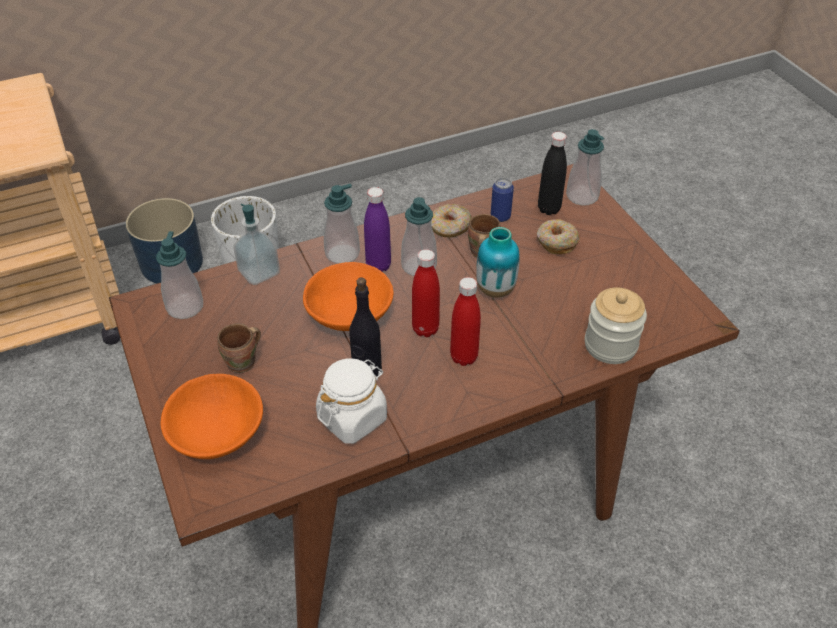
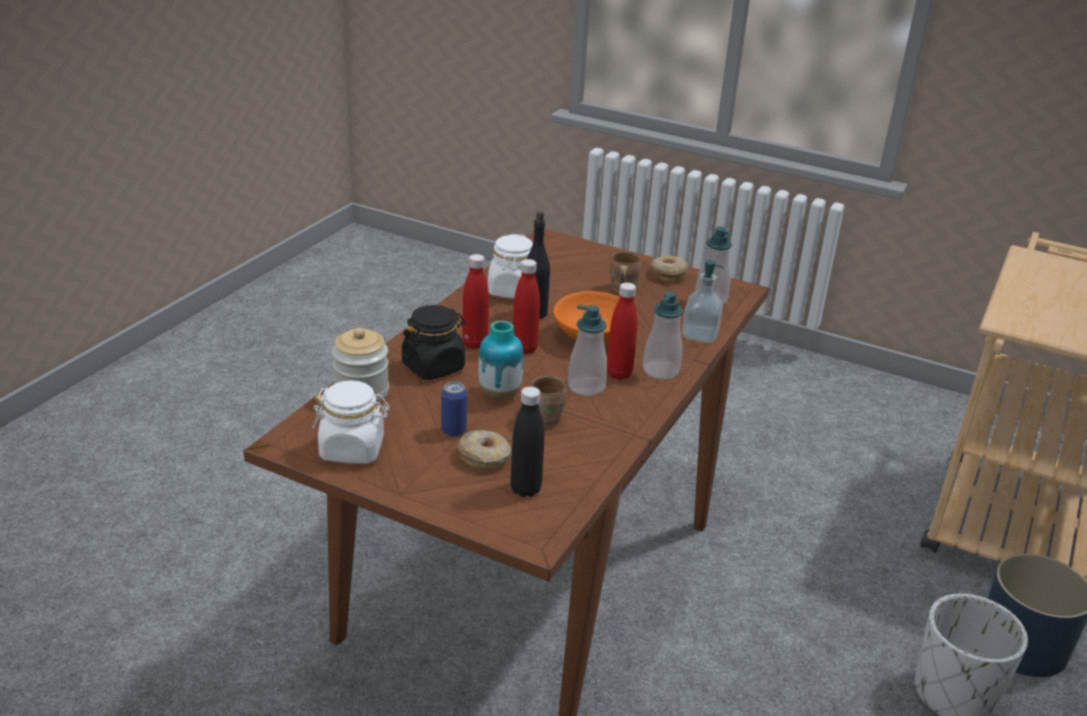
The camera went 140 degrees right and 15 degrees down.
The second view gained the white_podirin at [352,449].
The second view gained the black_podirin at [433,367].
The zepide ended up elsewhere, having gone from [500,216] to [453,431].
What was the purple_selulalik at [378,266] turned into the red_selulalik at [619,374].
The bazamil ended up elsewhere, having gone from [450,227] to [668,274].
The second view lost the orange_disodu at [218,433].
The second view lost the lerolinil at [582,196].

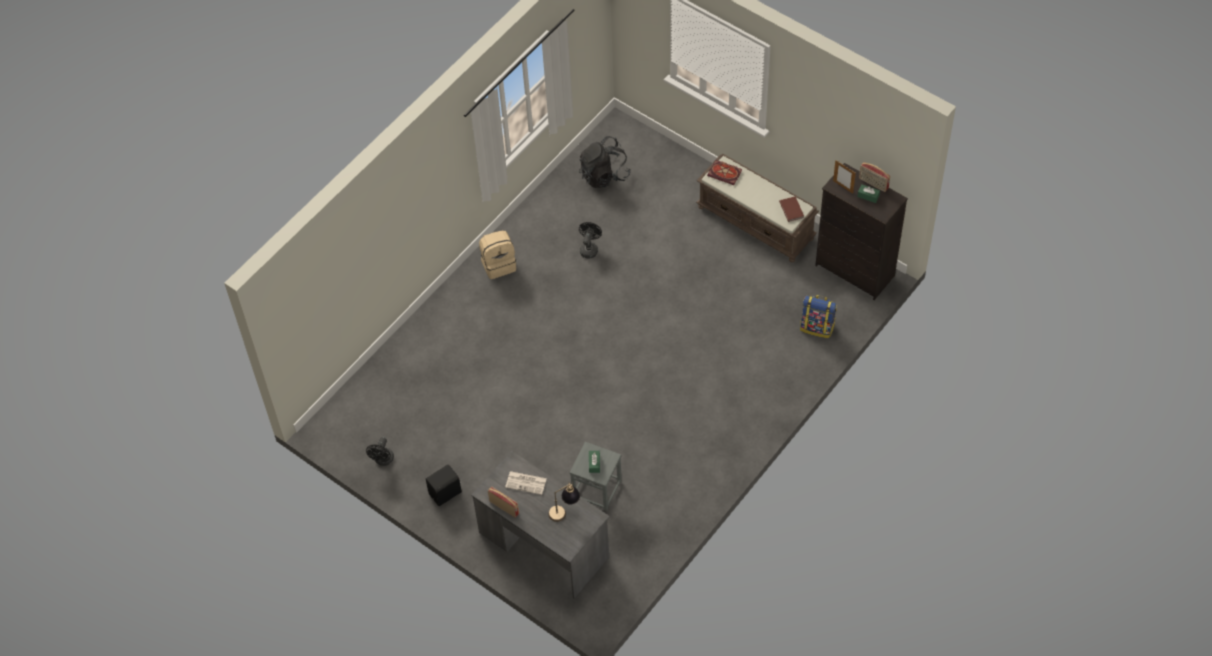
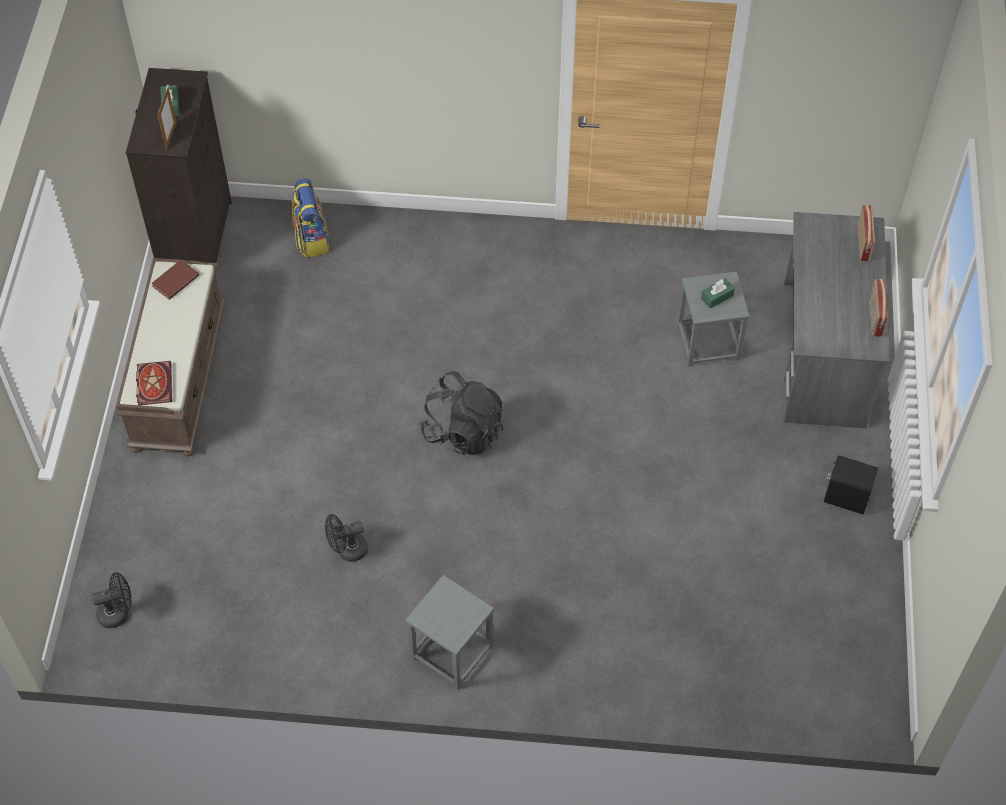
The camera went 125 degrees left and 0 degrees up.
The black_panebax ended up elsewhere, having gone from [383,460] to [118,613].
Where the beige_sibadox stood at [498,264], the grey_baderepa came to stand at [451,652].
The black_sibadox ended up elsewhere, having gone from [604,175] to [463,431].
The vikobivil ended up elsewhere, having gone from [873,184] to [863,243].
The second view lost the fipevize at [526,483].
The second view lost the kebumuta at [564,511].

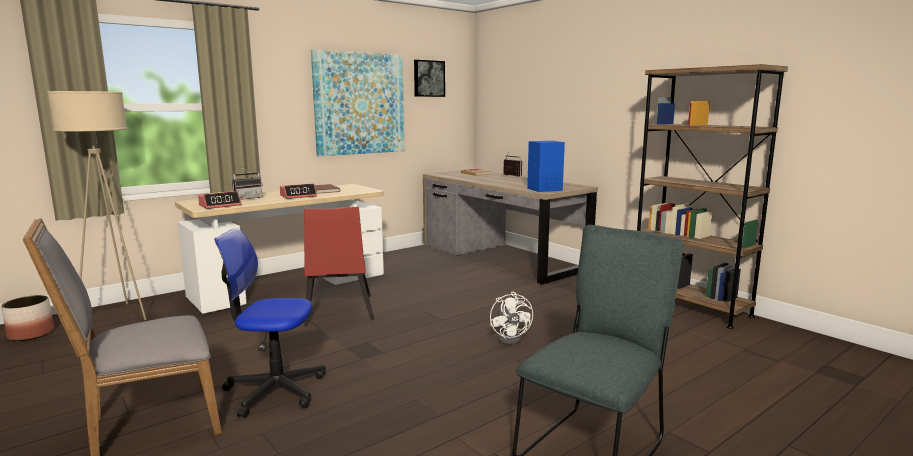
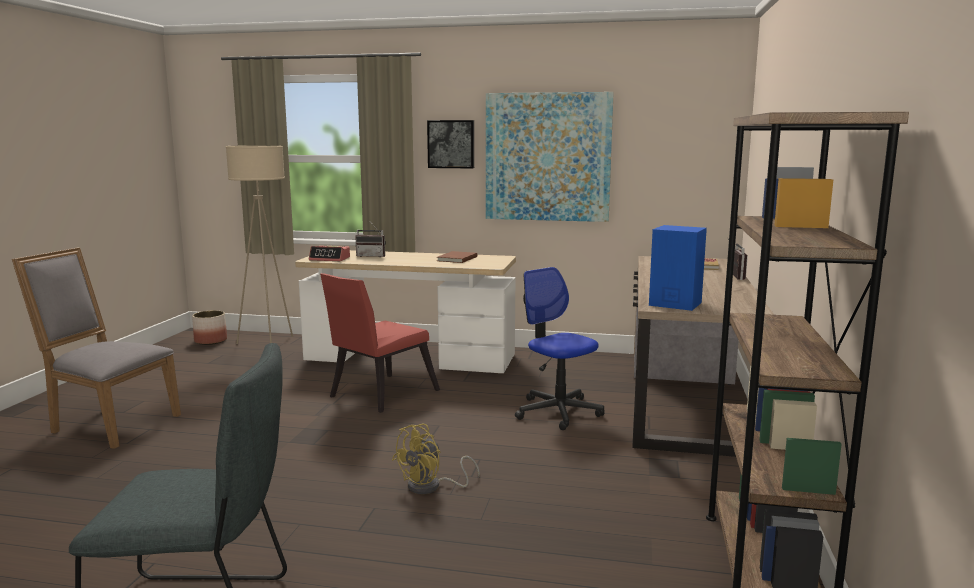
The camera went 50 degrees right and 0 degrees up.
What was the white_panebax at [512,338] turned into the yellow_panebax at [431,487].
The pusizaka ended up elsewhere, having gone from [428,78] to [451,144].
The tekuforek ended up elsewhere, having gone from [275,390] to [558,412].
The second view lost the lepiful at [298,196].

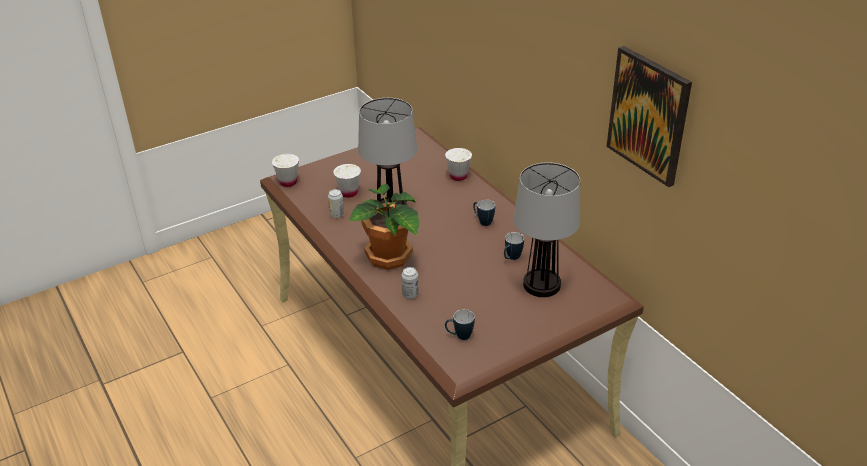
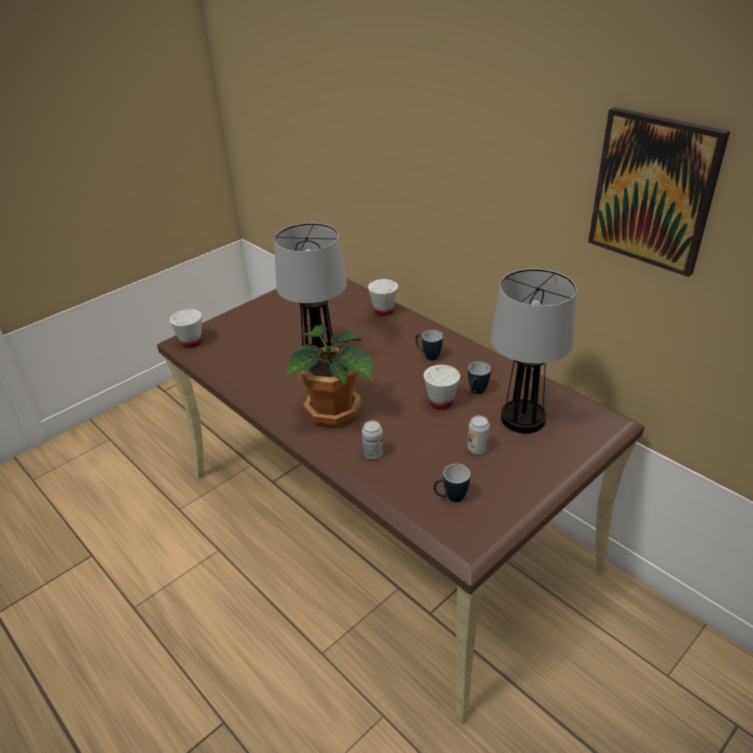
The camera went 10 degrees left and 0 degrees up.
The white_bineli ended up elsewhere, having gone from [349,193] to [441,402].
The zepide ended up elsewhere, having gone from [337,214] to [477,449].

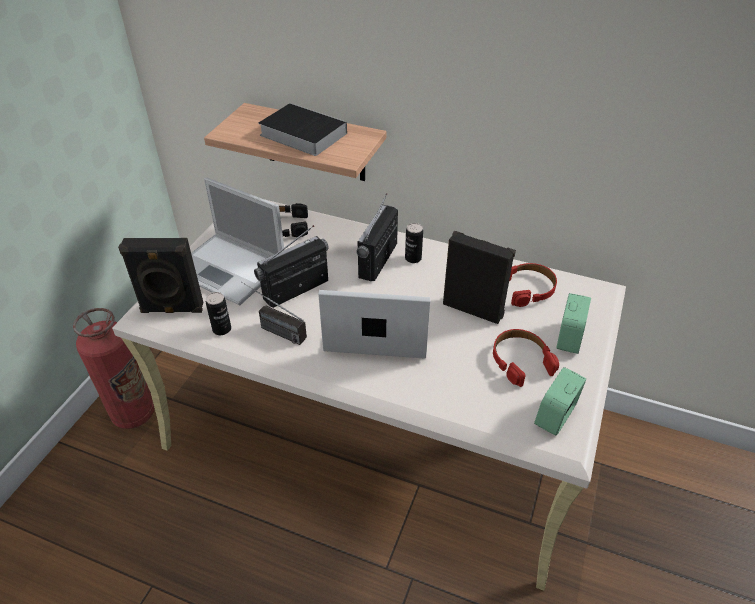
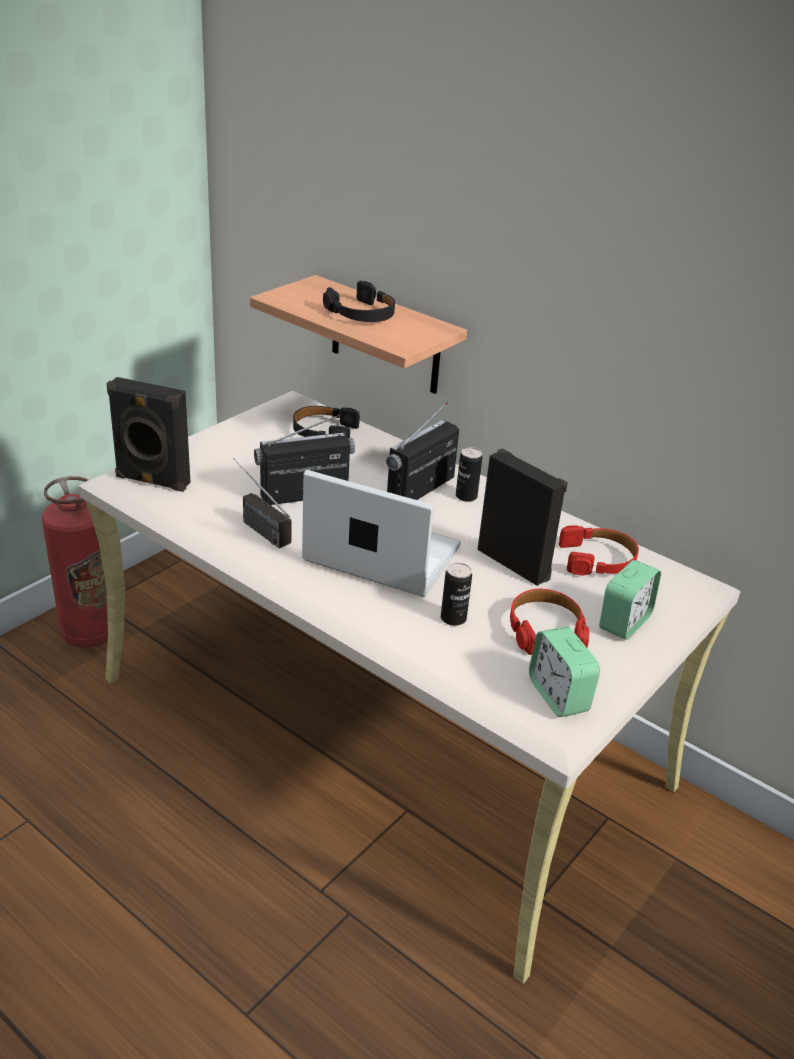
The camera went 15 degrees right and 10 degrees down.
Where the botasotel stood at [300,134], the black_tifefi came to stand at [362,313].
The zepide ended up elsewhere, having gone from [222,329] to [453,618].
The lepiful at [555,416] ended up facing another way, 75 degrees counterclockwise from before.
The second view lost the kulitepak at [230,269].

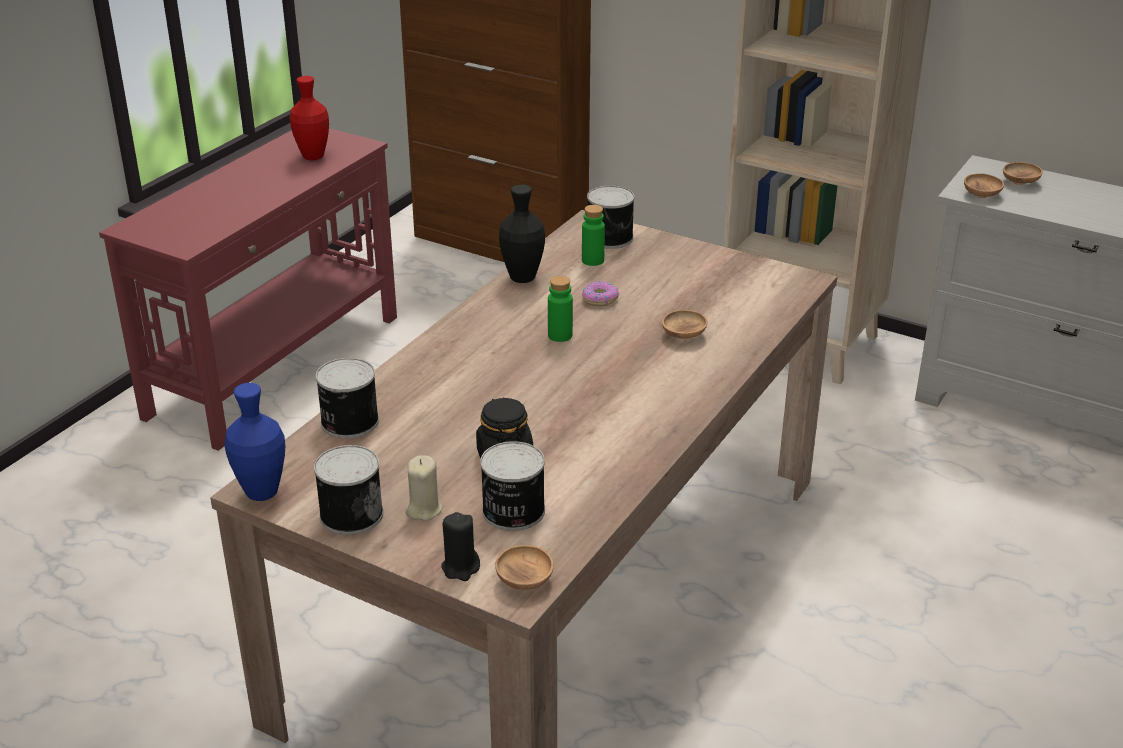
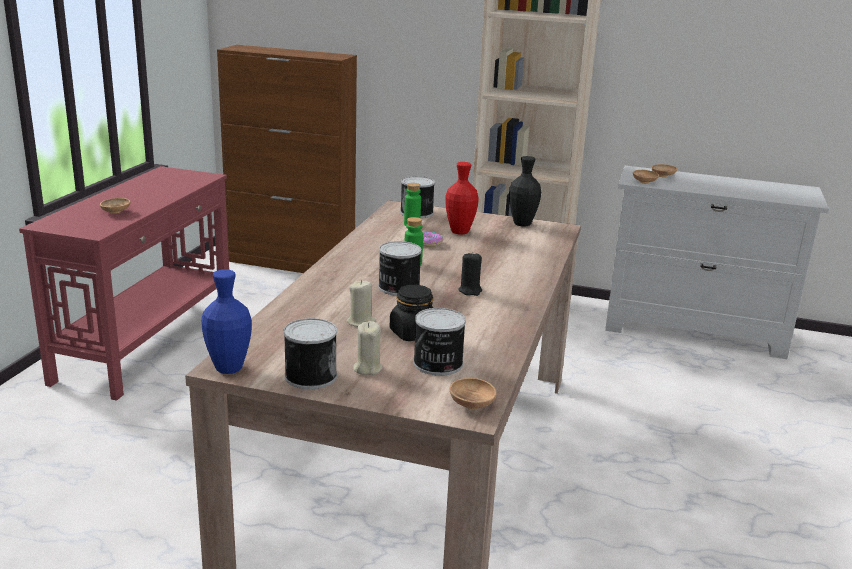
The camera went 15 degrees left and 10 degrees down.
The brown_disodu ended up elsewhere, having gone from [684,335] to [116,212].
The second view gained the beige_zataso at [361,322].
The zepide ended up elsewhere, having gone from [348,422] to [397,287].
The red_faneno ended up elsewhere, having gone from [313,157] to [459,232].
The black_zataso ended up elsewhere, having gone from [460,568] to [470,291].
The black_faneno ended up elsewhere, having gone from [522,278] to [522,224].

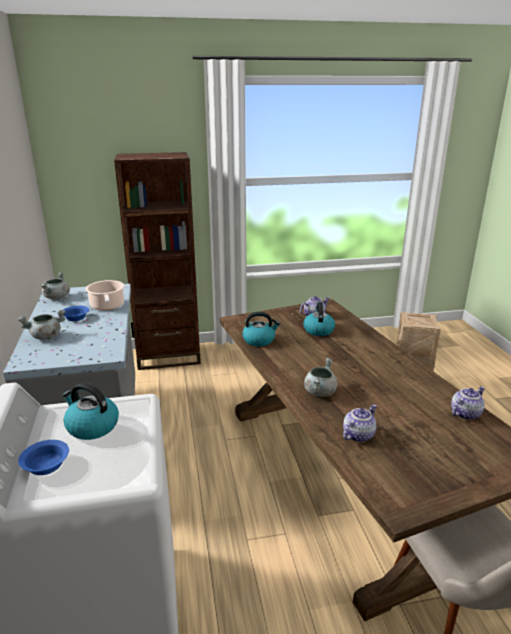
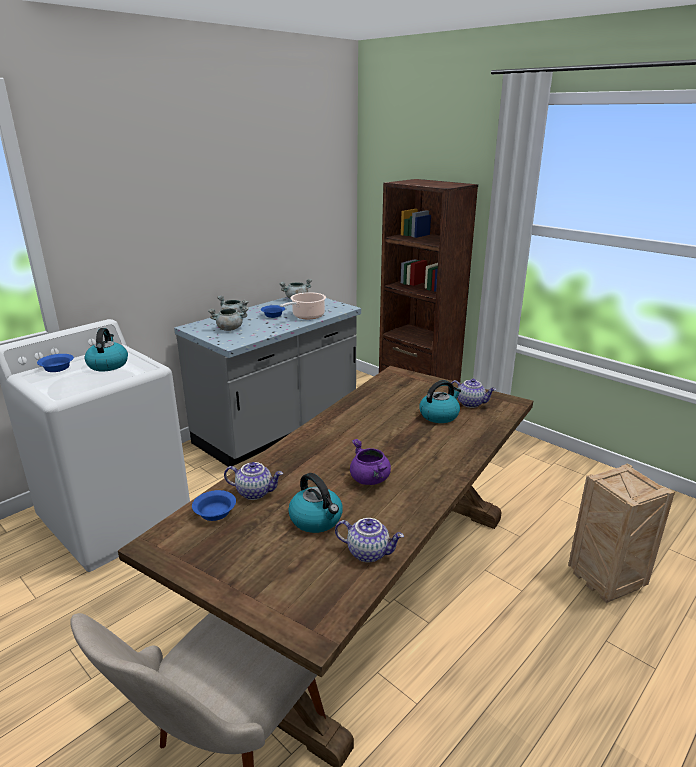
The camera went 55 degrees right and 0 degrees up.
The second view gained the blue_disodu at [214,513].
The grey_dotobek ended up elsewhere, having gone from [320,392] to [230,329].
The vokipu ended up elsewhere, having gone from [259,340] to [317,519].
The second view gained the purple_dotobek at [370,479].

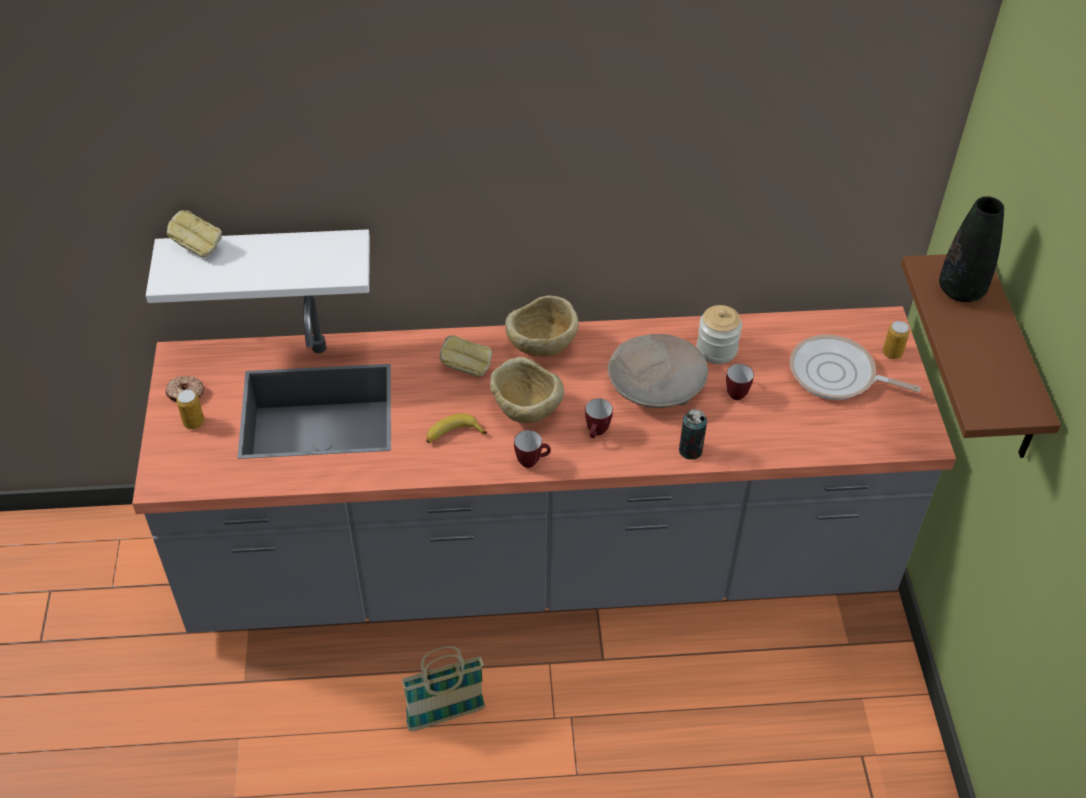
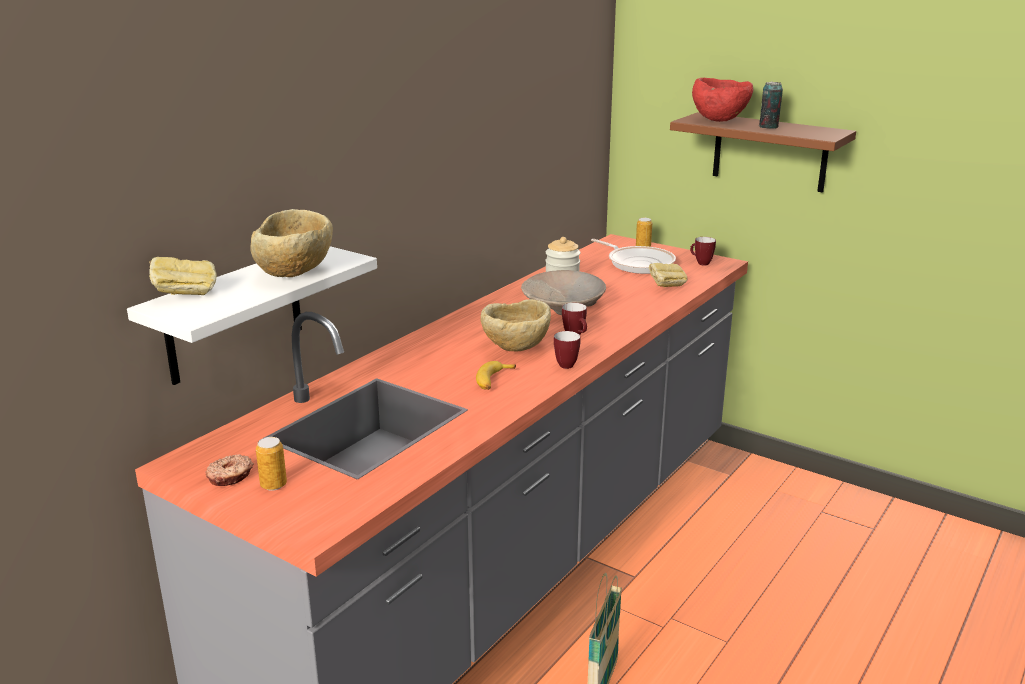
The camera went 50 degrees left and 25 degrees down.
The beige_disodu ended up elsewhere, having gone from [541,348] to [295,274].
The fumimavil at [837,375] ended up facing another way, 105 degrees counterclockwise from before.
The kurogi ended up elsewhere, having gone from [466,368] to [666,287].
The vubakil ended up elsewhere, having gone from [736,392] to [700,263].
Where the black_faneno stood at [961,291], the red_disodu came to stand at [720,120].
The zepide ended up elsewhere, having gone from [690,450] to [768,127].

